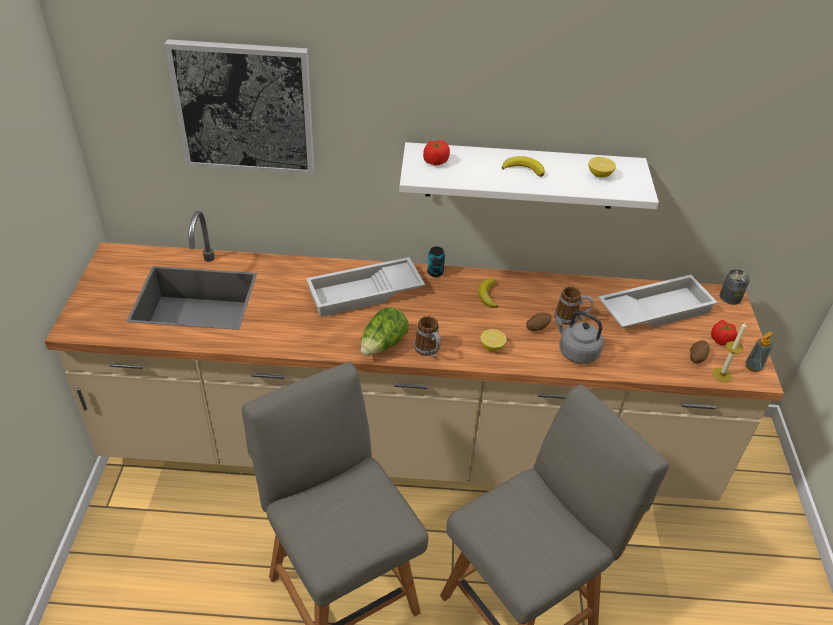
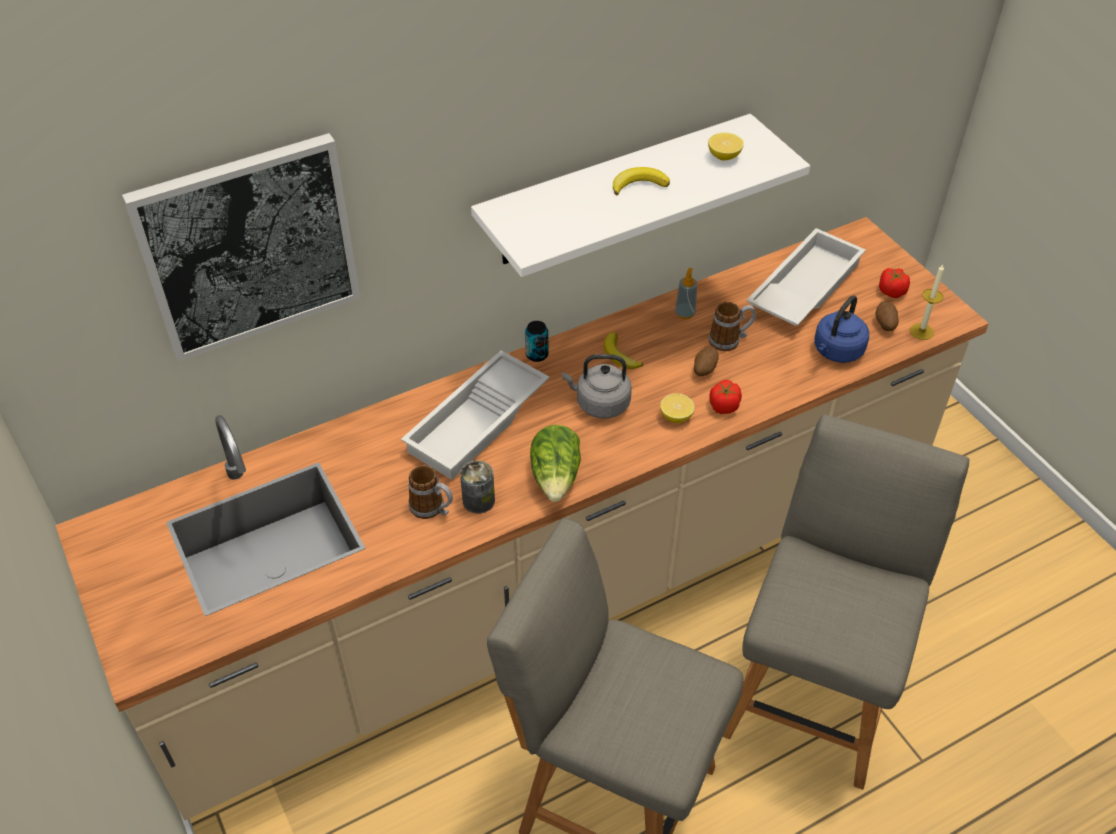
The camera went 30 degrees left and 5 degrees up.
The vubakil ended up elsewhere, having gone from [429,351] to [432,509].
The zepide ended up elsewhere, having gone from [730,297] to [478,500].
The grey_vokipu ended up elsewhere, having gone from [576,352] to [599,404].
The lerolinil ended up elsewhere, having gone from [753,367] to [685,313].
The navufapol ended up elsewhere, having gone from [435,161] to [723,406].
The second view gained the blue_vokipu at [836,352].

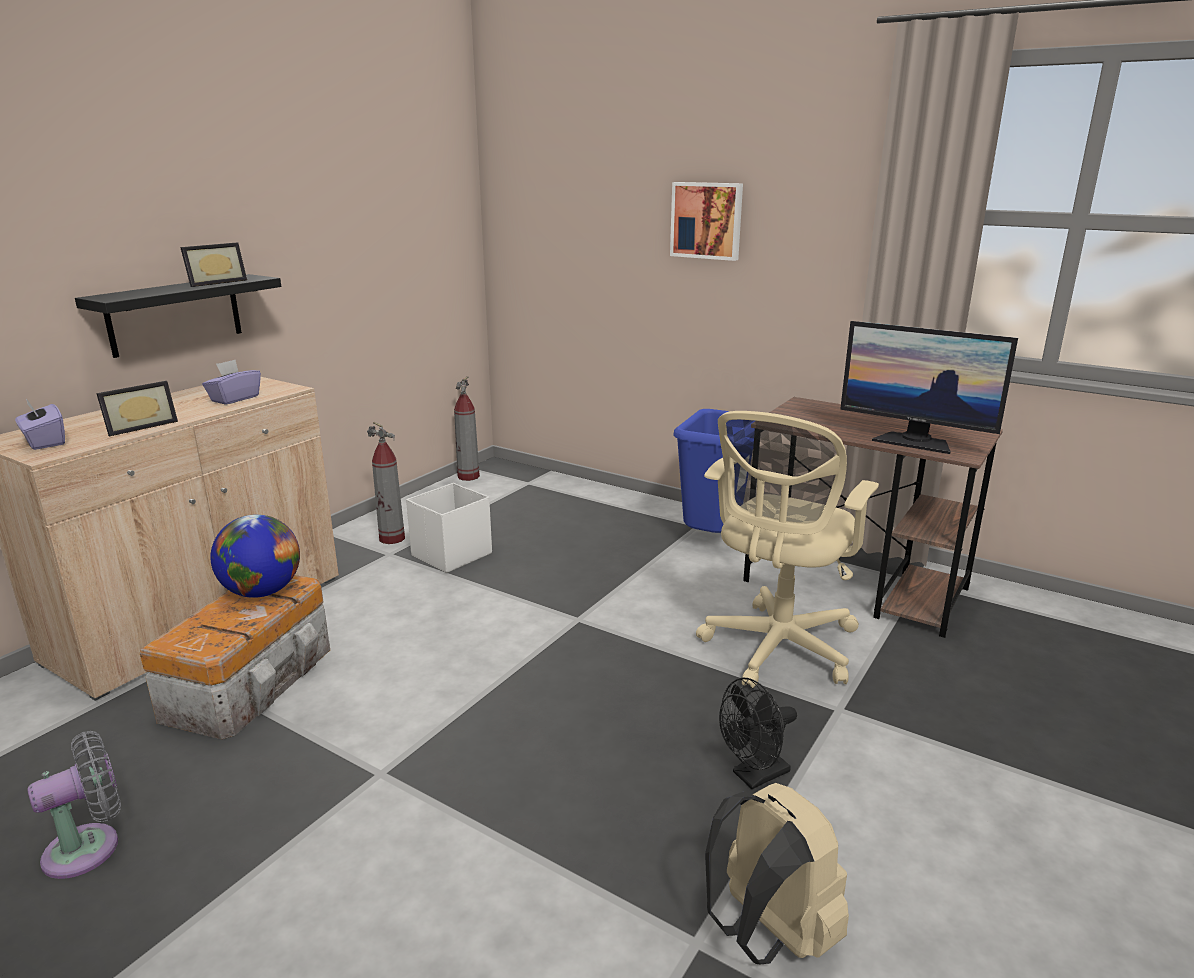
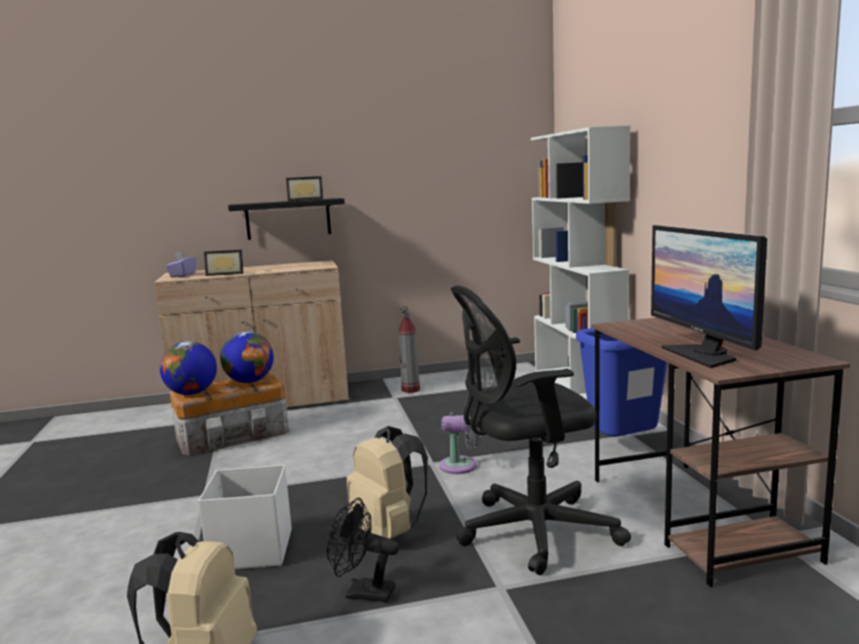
The camera went 45 degrees right and 10 degrees down.
The second view gained the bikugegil at [192,393].
The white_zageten ended up elsewhere, having gone from [450,555] to [250,550].
The second view gained the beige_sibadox at [389,531].
The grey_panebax ended up elsewhere, having gone from [90,847] to [462,466].
What was the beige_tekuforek at [777,650] turned into the black_tekuforek at [530,531].
The second view gained the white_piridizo at [578,387].
The second view lost the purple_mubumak at [234,399].
The second view lost the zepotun at [468,477].
The second view lost the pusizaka at [707,220].

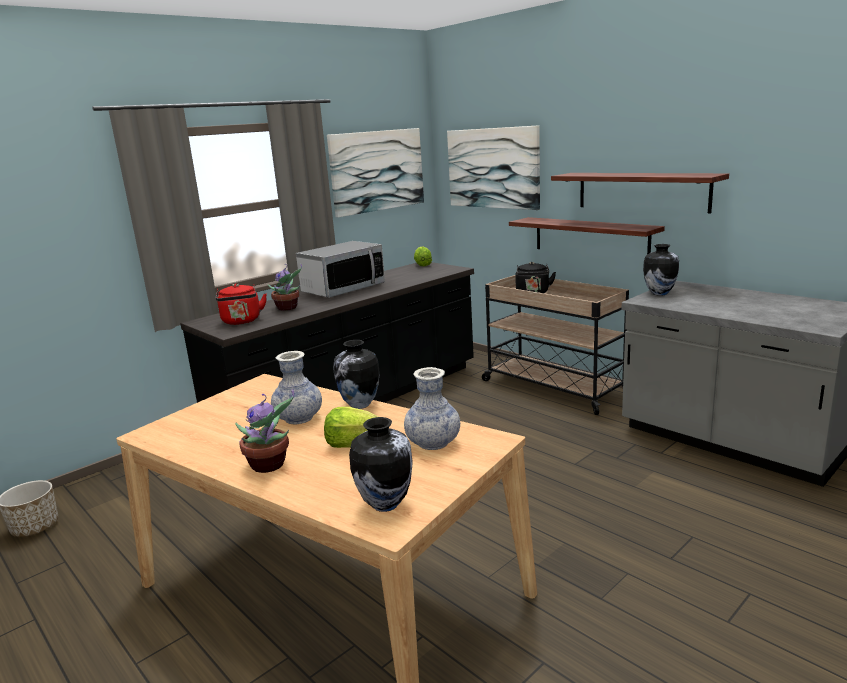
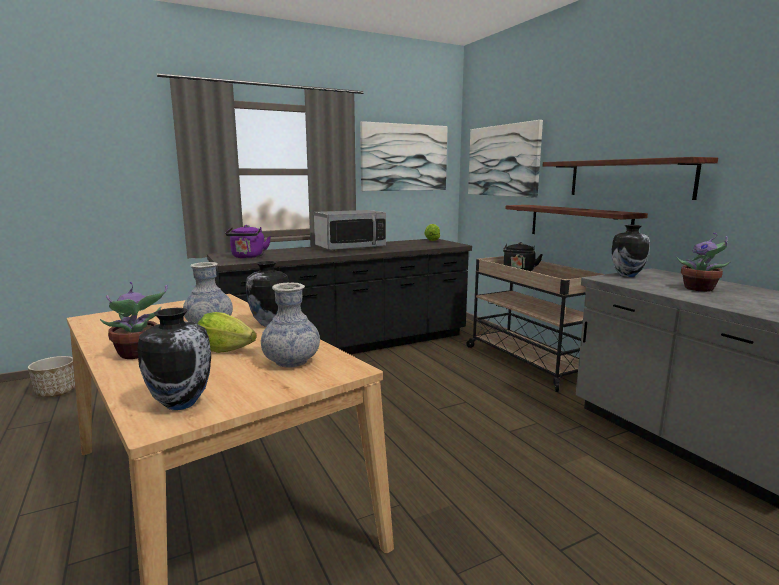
The camera went 15 degrees right and 5 degrees down.
What was the red_vokipu at [242,321] turned into the purple_vokipu at [248,257].
The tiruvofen ended up elsewhere, having gone from [288,308] to [700,289].

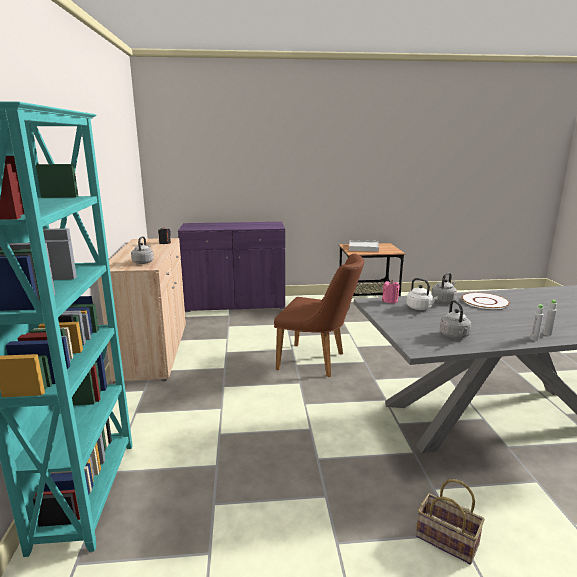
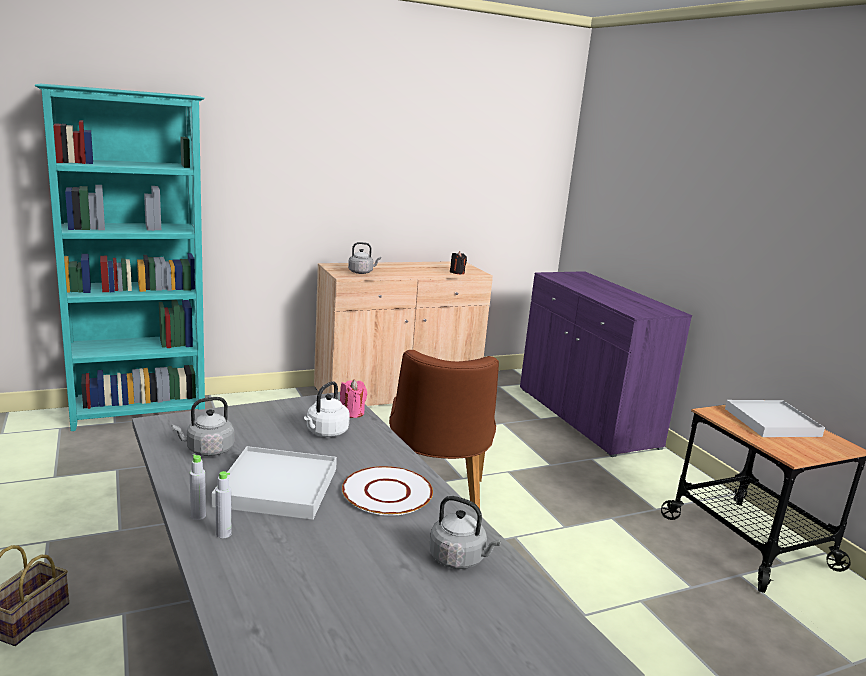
The camera went 70 degrees right and 0 degrees up.
The second view gained the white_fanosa at [277,487].
The grey_vokipu ended up elsewhere, having gone from [443,300] to [459,559].

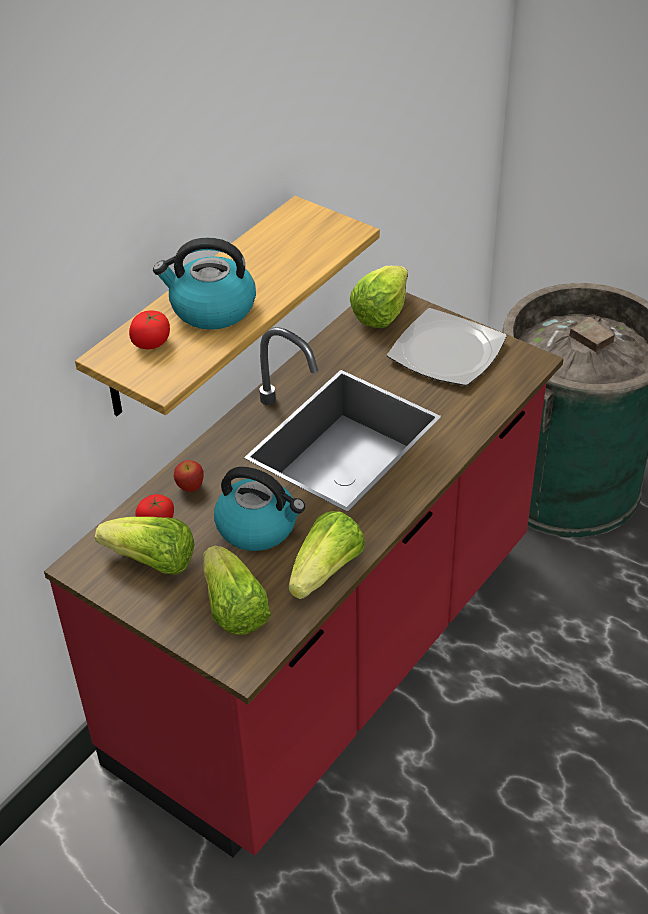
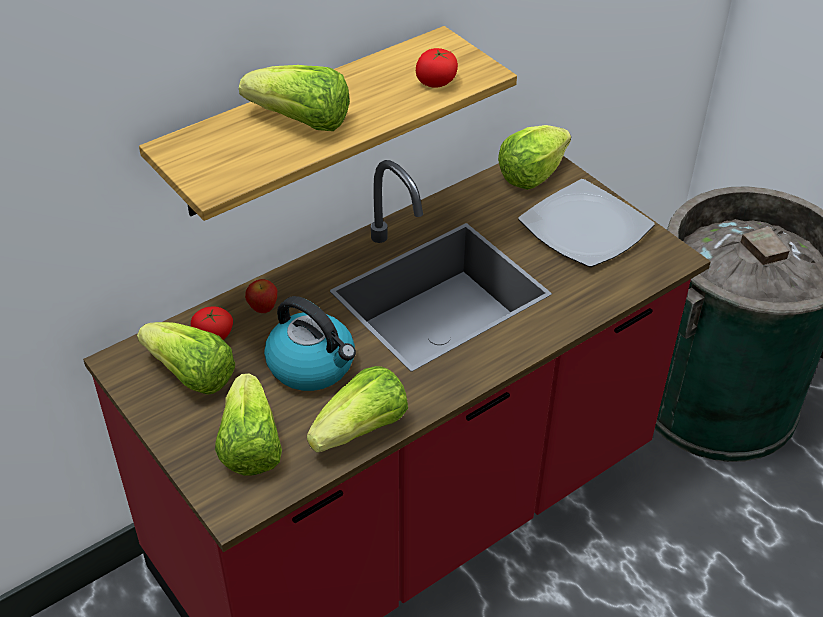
The camera went 15 degrees right and 0 degrees up.
Where the vokipu stood at [211,309], the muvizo came to stand at [301,122].
The navufapol ended up elsewhere, having gone from [151,343] to [436,82].

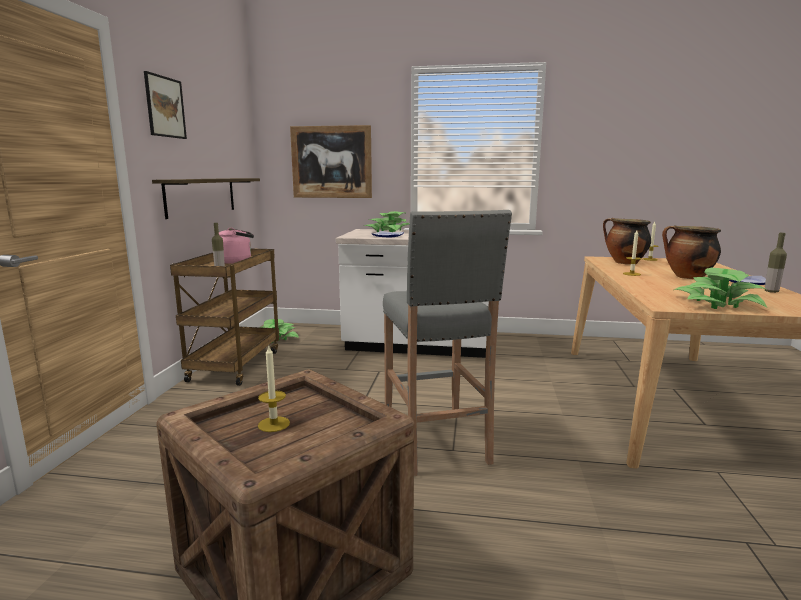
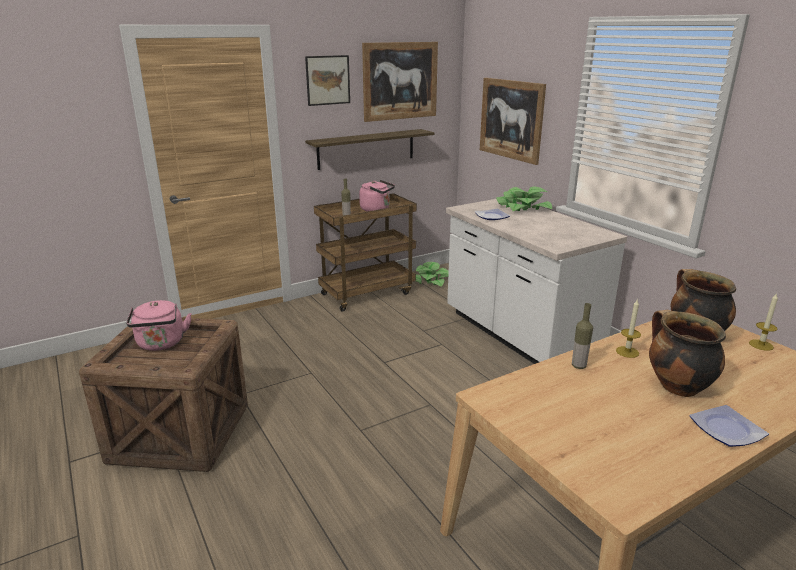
The camera went 50 degrees right and 10 degrees up.
Where the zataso stood at [274,424], the pink_vokipu came to stand at [161,344].
The second view gained the pusizaka at [400,81].
The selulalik ended up elsewhere, having gone from [771,291] to [578,366].
The second view lost the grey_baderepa at [436,443].
The second view lost the tiruvofen at [717,303].

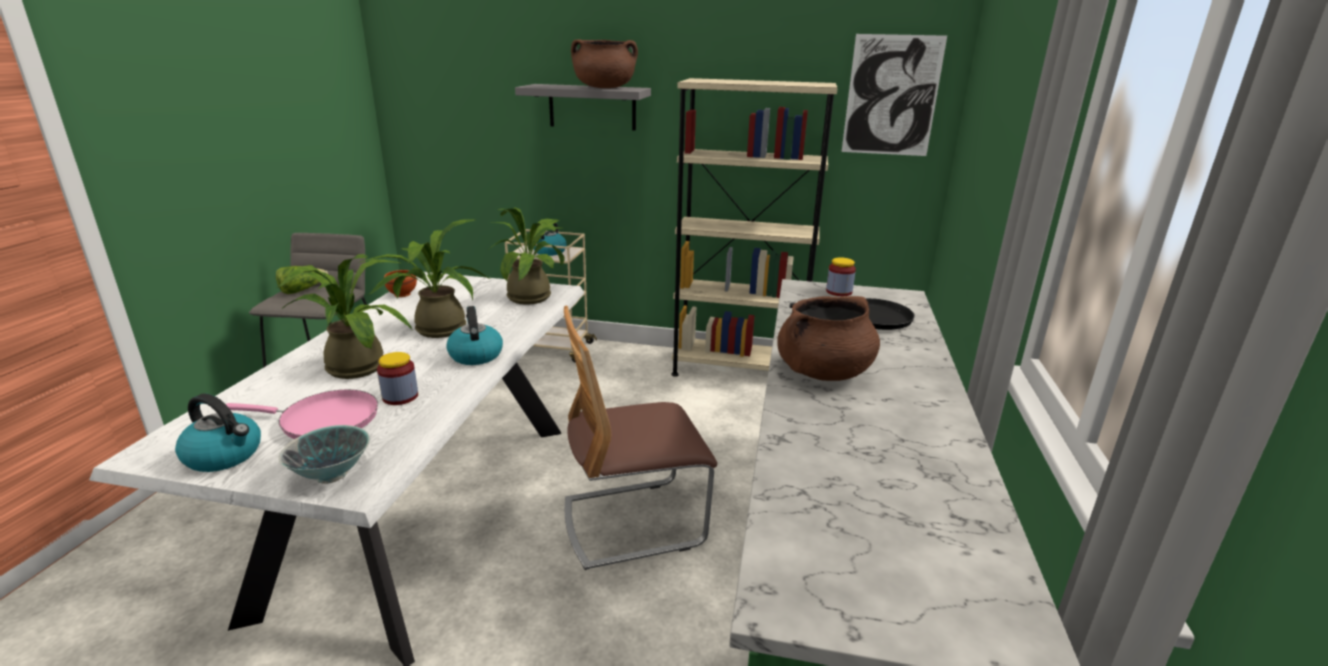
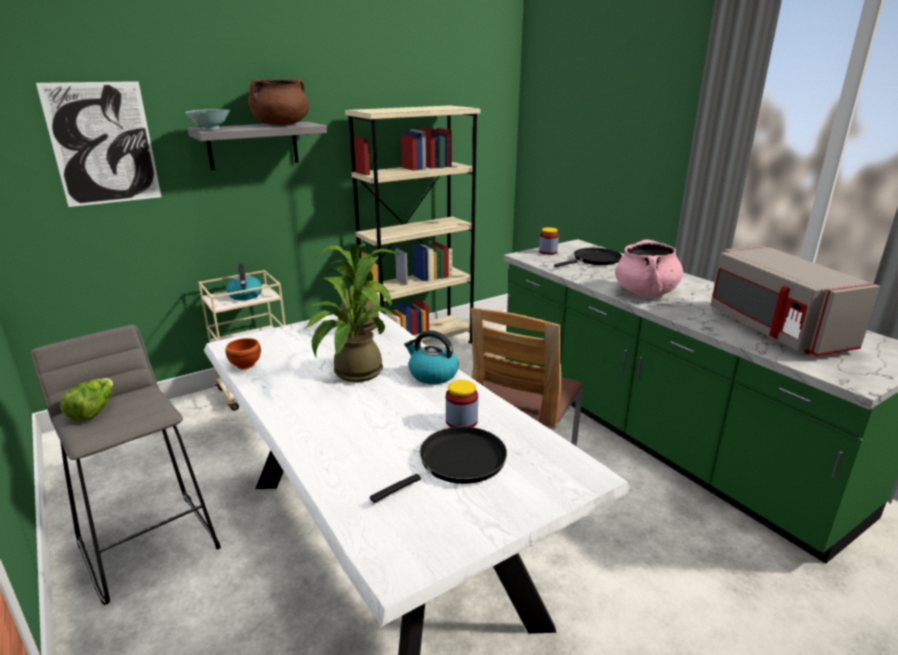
The camera went 45 degrees left and 0 degrees up.
The pusizaka ended up elsewhere, having gone from [892,96] to [103,144].
The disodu ended up elsewhere, having gone from [332,475] to [211,129].
What was the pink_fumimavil at [323,420] turned into the black_fumimavil at [457,463].
What was the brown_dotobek at [823,372] turned into the pink_dotobek at [645,293].
The second view gained the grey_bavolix at [774,329].
The second view lost the vokipu at [225,455].
The second view lost the tiruvofen at [354,365].

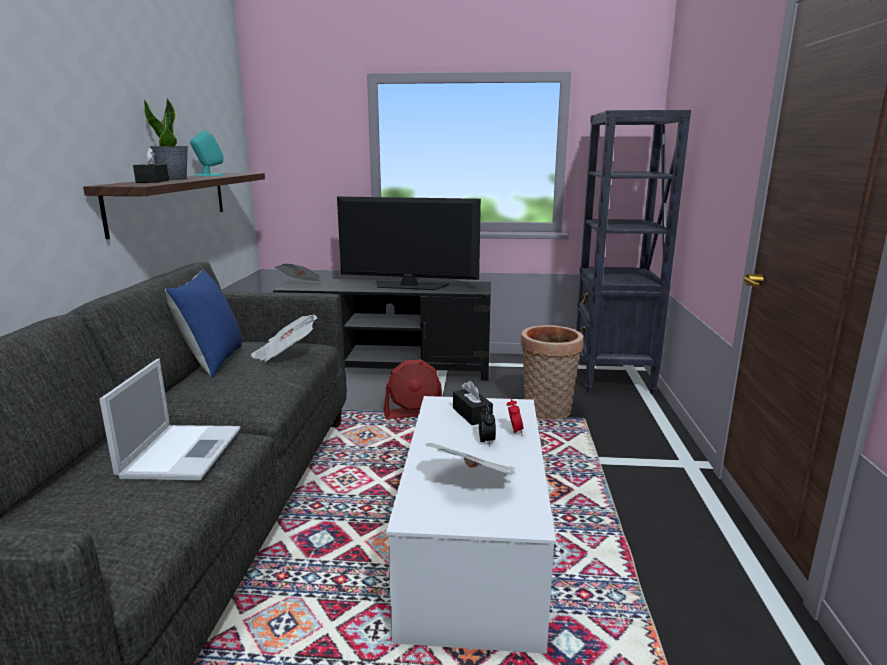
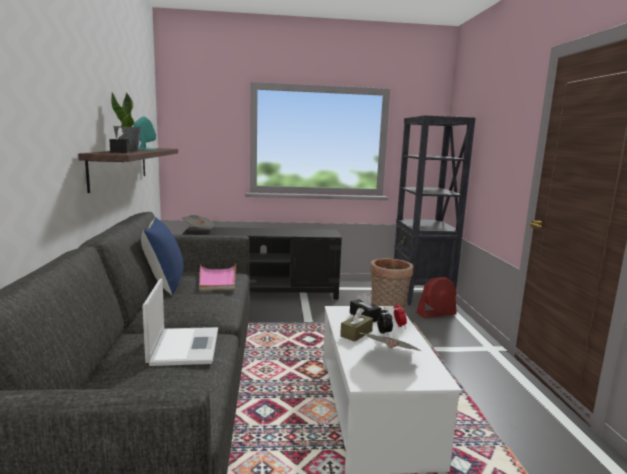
The camera went 10 degrees left and 5 degrees down.
Where the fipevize stood at [285,354], the pink_fanosa came to stand at [217,279].
The second view gained the brown_mubumak at [356,333].
The red_panebax ended up elsewhere, having gone from [413,413] to [436,314].
The second view lost the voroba at [409,286].

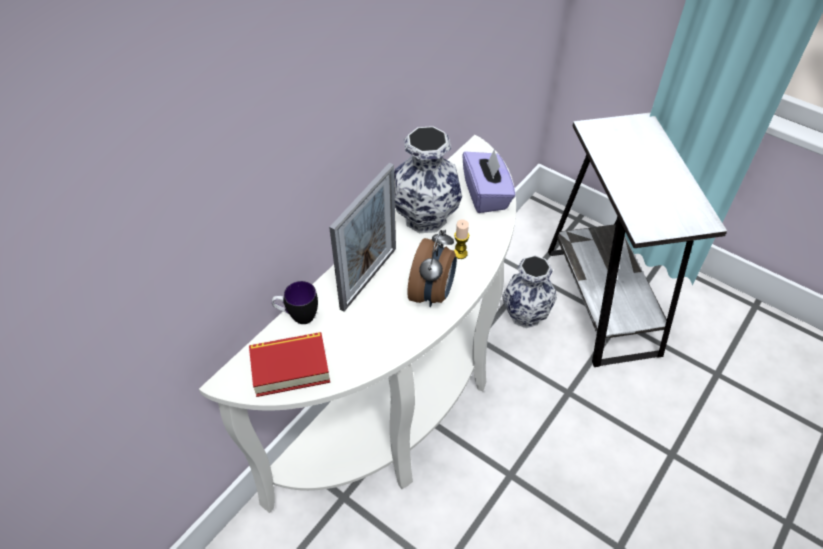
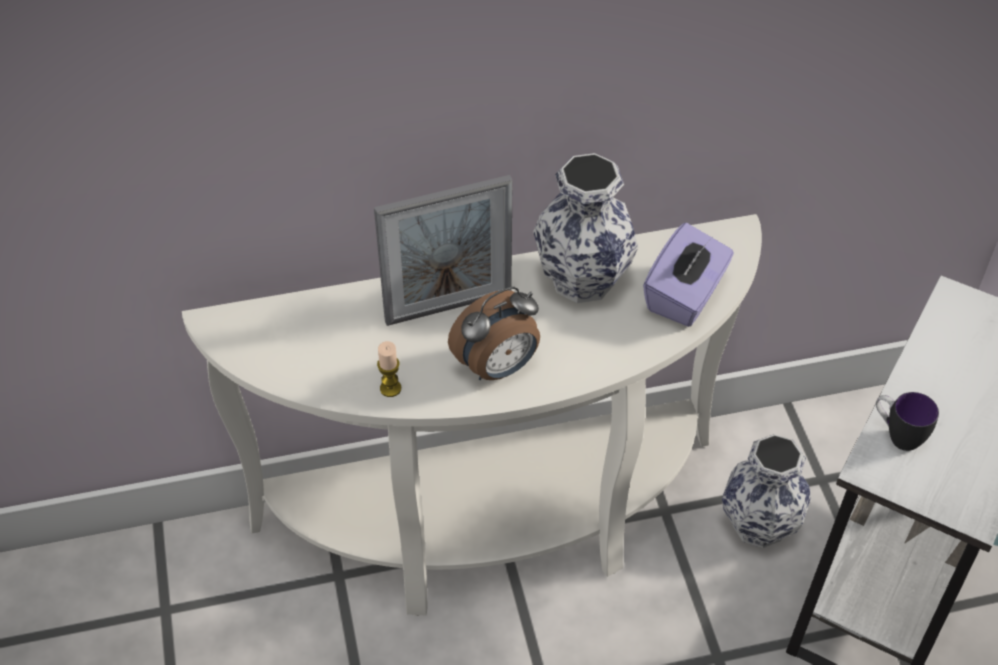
The camera went 40 degrees right and 0 degrees up.
The zataso ended up elsewhere, having gone from [460,253] to [390,388].
The vubakil ended up elsewhere, having gone from [297,316] to [897,435].
The second view lost the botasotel at [290,368].

